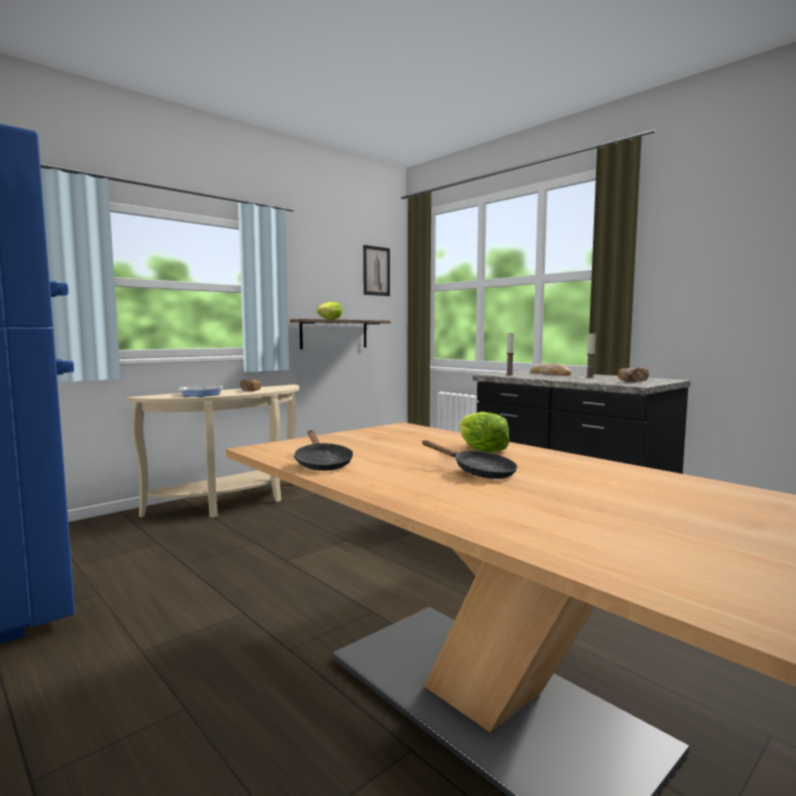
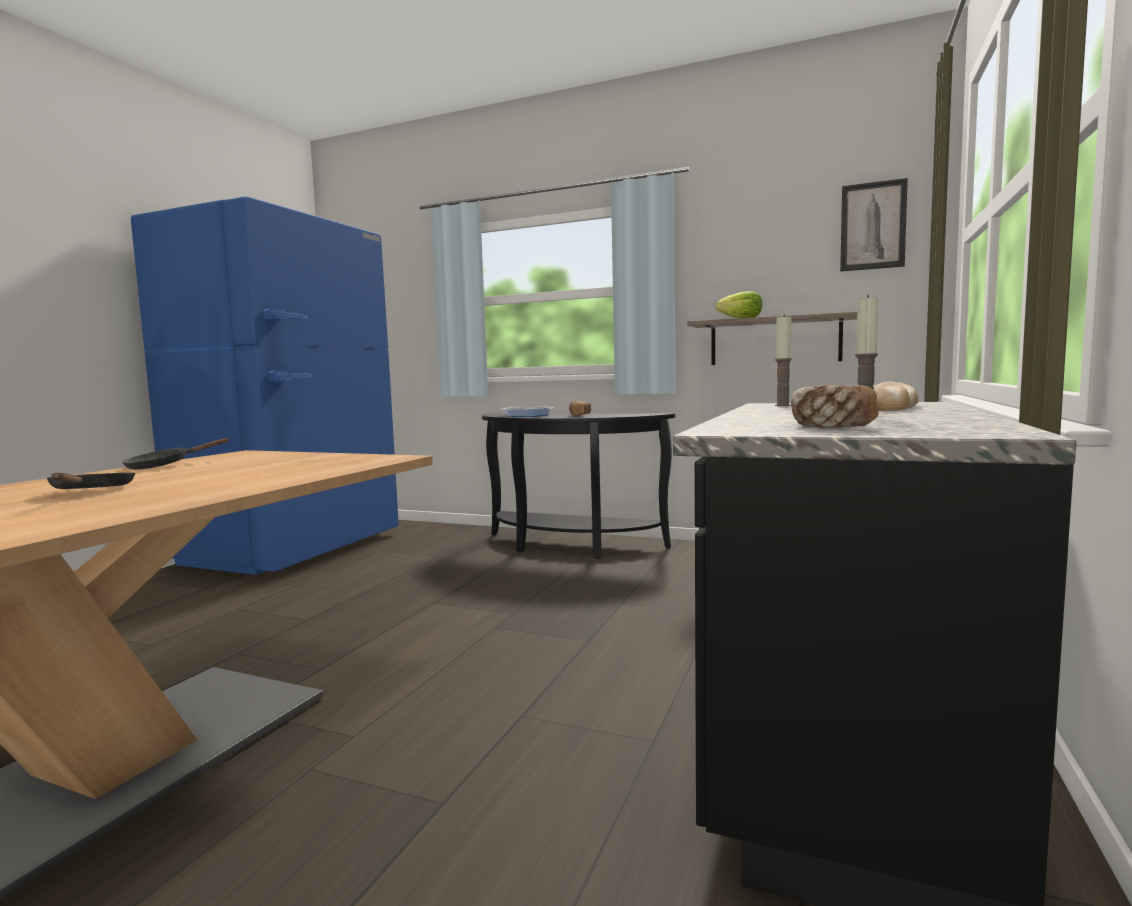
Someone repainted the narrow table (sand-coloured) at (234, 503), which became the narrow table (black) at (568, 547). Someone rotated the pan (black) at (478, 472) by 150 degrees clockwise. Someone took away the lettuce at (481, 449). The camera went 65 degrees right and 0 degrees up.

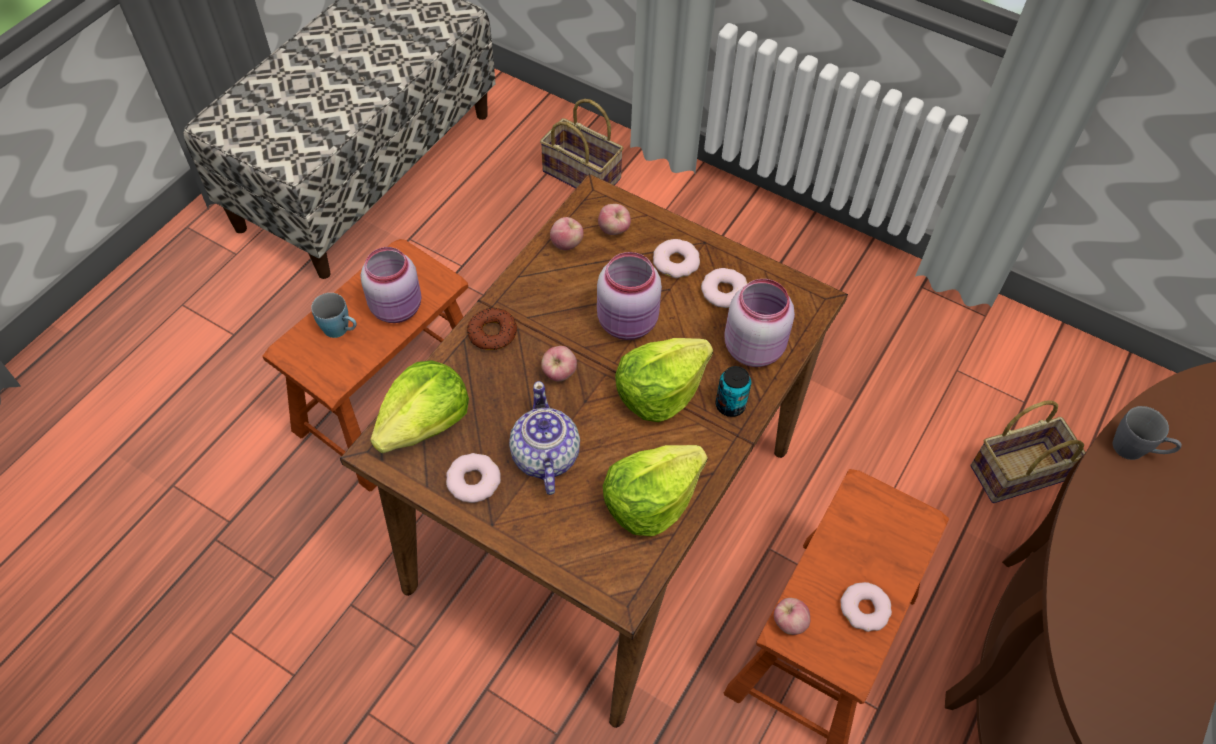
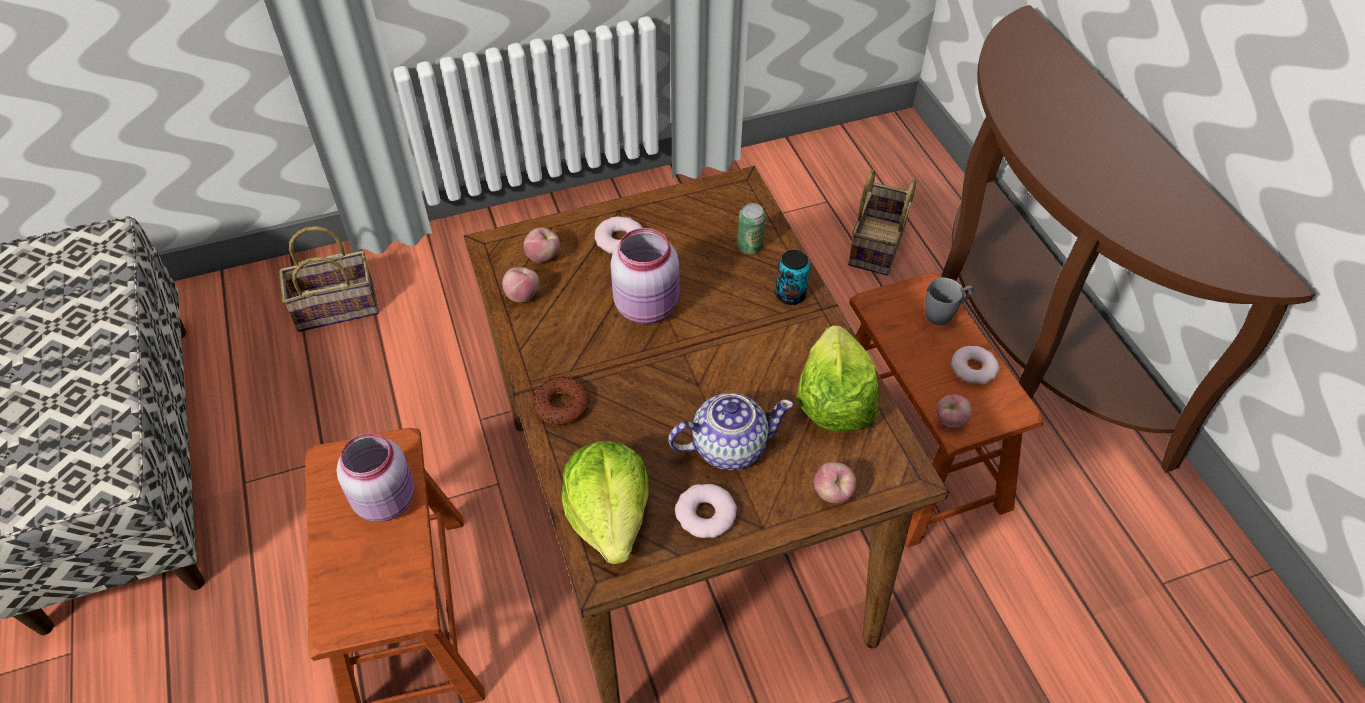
Someone took away the coffee mug (bluish) at (341, 330). Someone rotated the pot for tea at (544, 457) by 135 degrees clockwise. Someone carried the apple from (559, 373) to (832, 494). Someone took away the lettuce at (659, 391). Someone took away the doughnut at (724, 291). Someone swapped the storage jar (pink-coloured) at (754, 347) for the sealed can at (750, 246). Someone carried the coffee mug (greyish) from (1136, 450) to (944, 313). The camera went 50 degrees left and 5 degrees down.

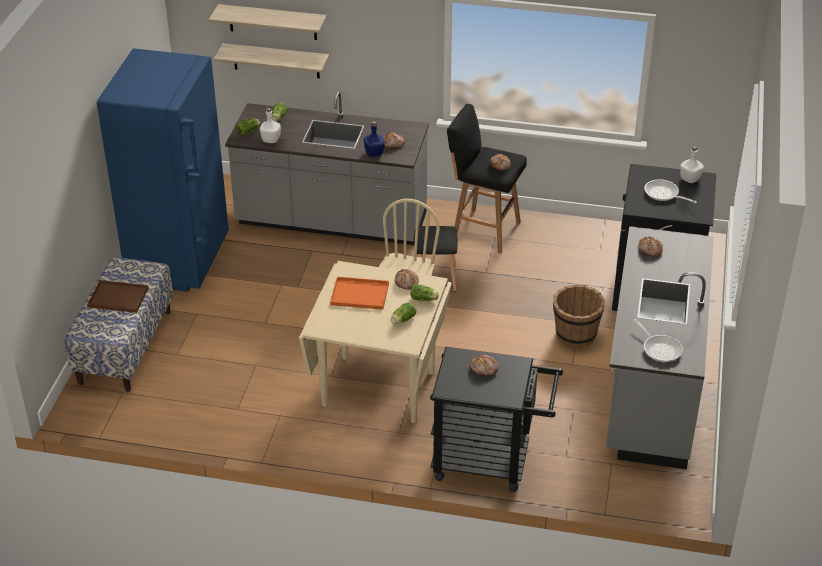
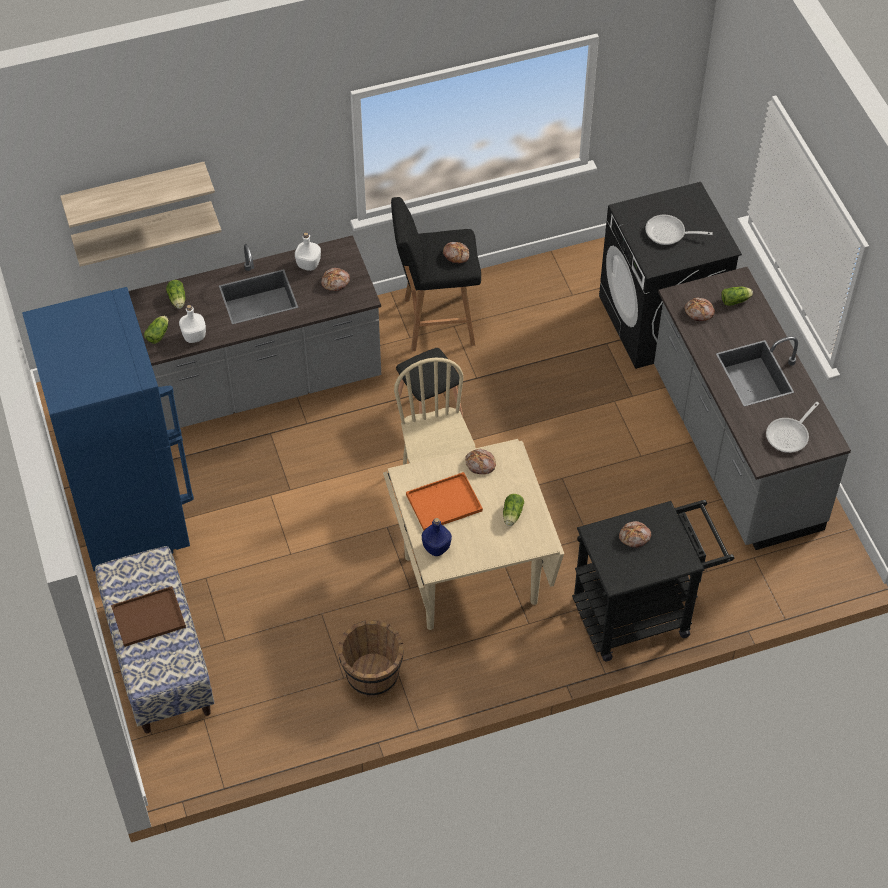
Someone carried the beverage bottle (bluish) from (374, 153) to (437, 548). Someone carried the lettuce from (424, 299) to (736, 300). Someone carried the water bucket (brownish) from (575, 335) to (372, 676). Someone rotated the pan at (660, 348) by 105 degrees clockwise. Someone carried the beverage bottle (whitish) from (690, 179) to (308, 264). The camera went 30 degrees left and 15 degrees up.

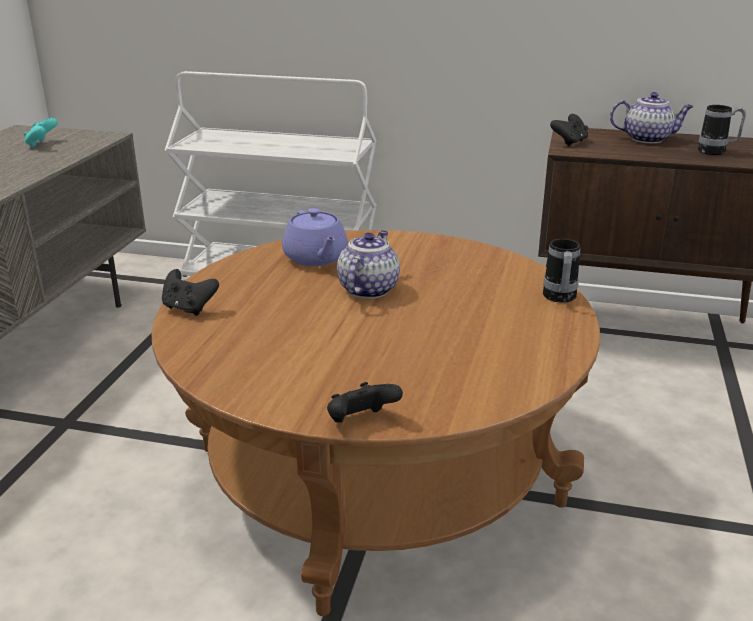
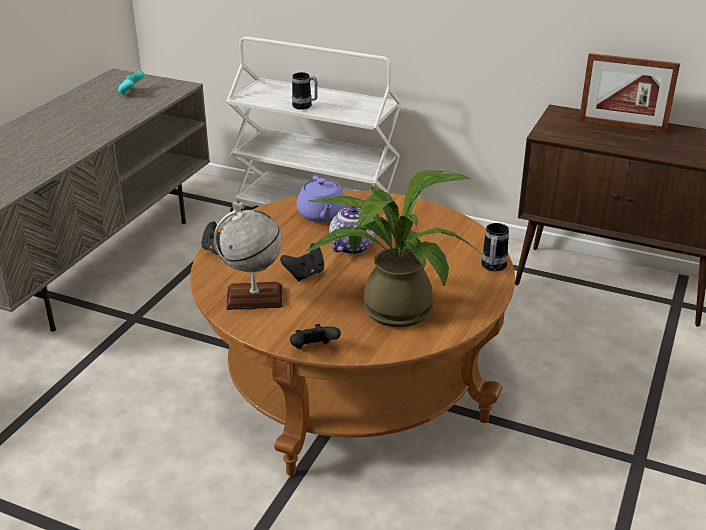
Someone carried the game controller (black) from (569, 142) to (305, 274). Someone swapped the pot for tea at (648, 139) for the photo frame at (622, 126). Someone carried the coffee mug from (717, 152) to (305, 107). Someone put down the desk globe at (254, 298). Someone put down the houseplant at (390, 306). The camera went 10 degrees right and 5 degrees up.

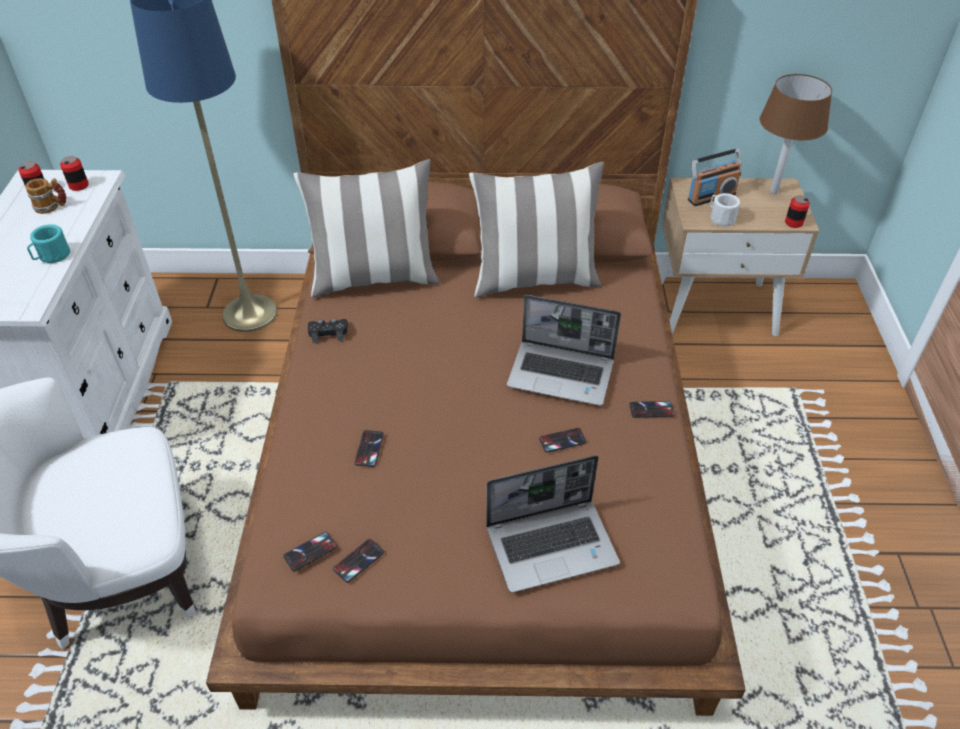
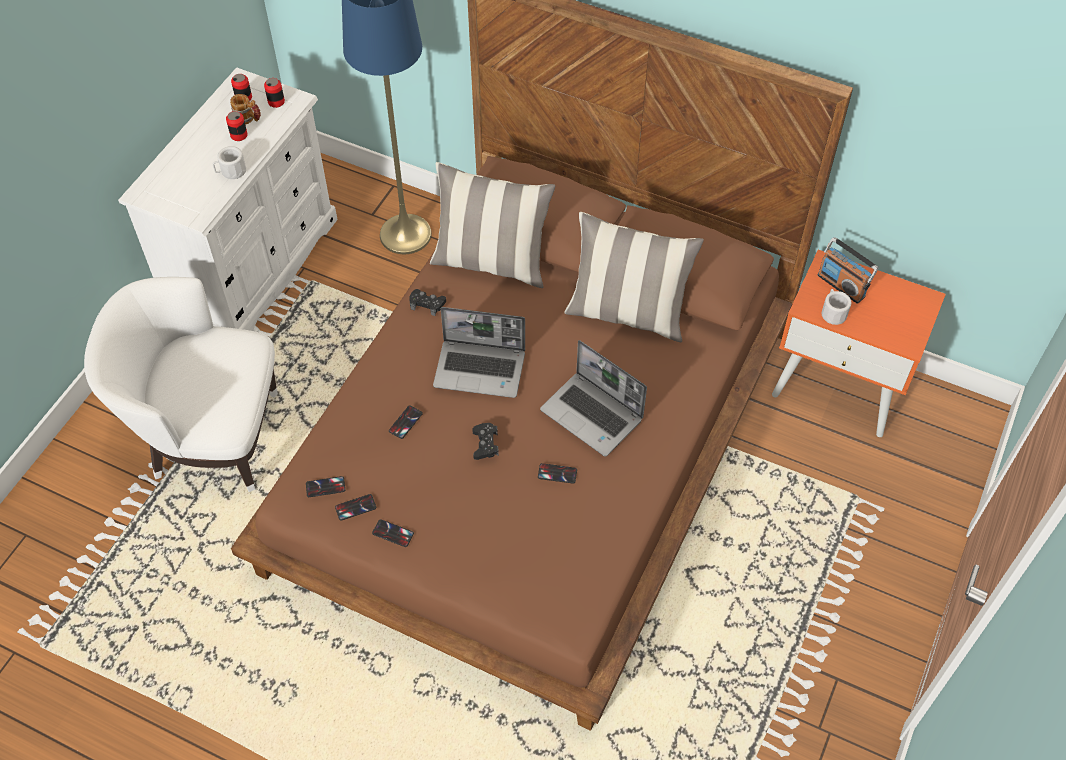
Someone repainted the coffee mug (blue-green) at (51, 256), which became the coffee mug (whitish) at (231, 171). Someone carried the portable computer from (552, 545) to (481, 369). Someone carried the telephone from (651, 410) to (393, 533). Someone repainted the night table (sand-coloured) at (716, 307), which became the night table (orange-coloured) at (840, 384). Someone rotated the radio at (711, 196) by 45 degrees clockwise. Someone took away the lamp for a table (brownish) at (773, 191). Someone carried the sealed can from (793, 223) to (239, 135). Someone put down the game controller (black) at (485, 444). The camera went 25 degrees right and 10 degrees up.

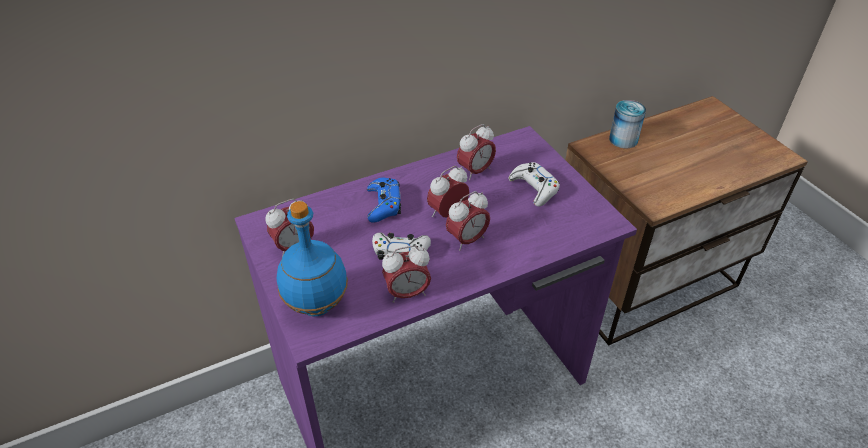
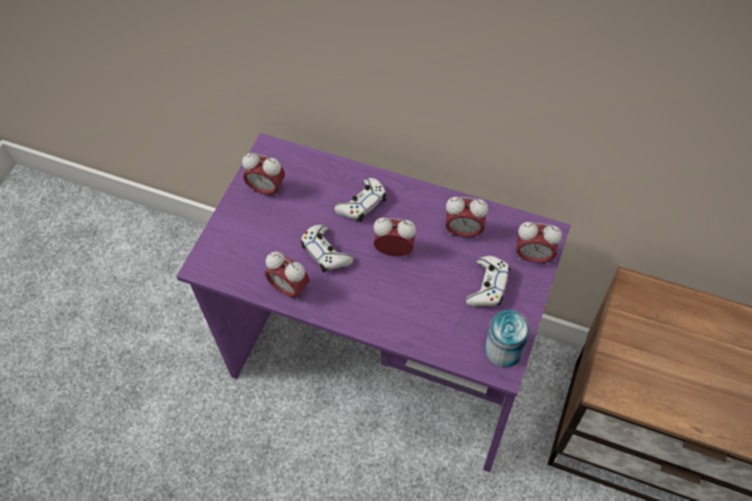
Someone took away the beverage bottle (bluish) at (317, 305). Someone repainted the game controller (bluish) at (384, 204), which became the game controller (whitish) at (362, 204). Someone carried the bedside clock from (467, 240) to (533, 256). Someone carried the sealed can from (623, 139) to (503, 349). The camera went 50 degrees right and 15 degrees up.

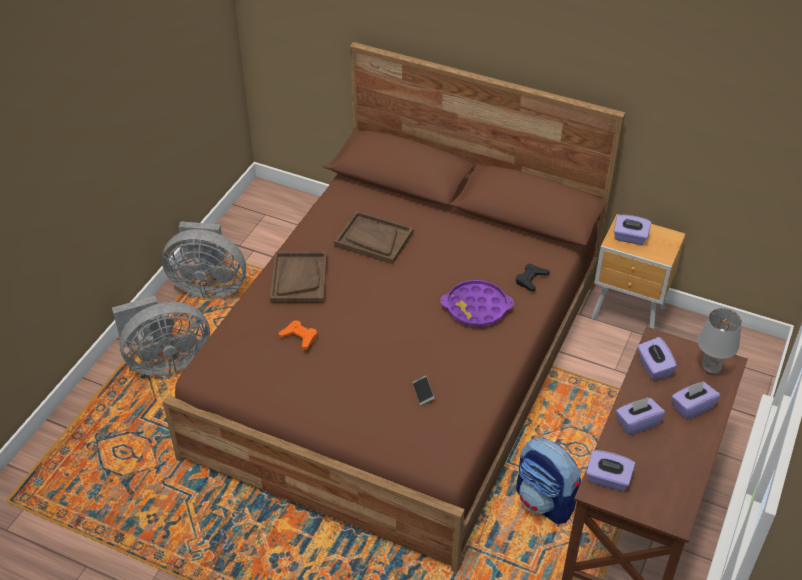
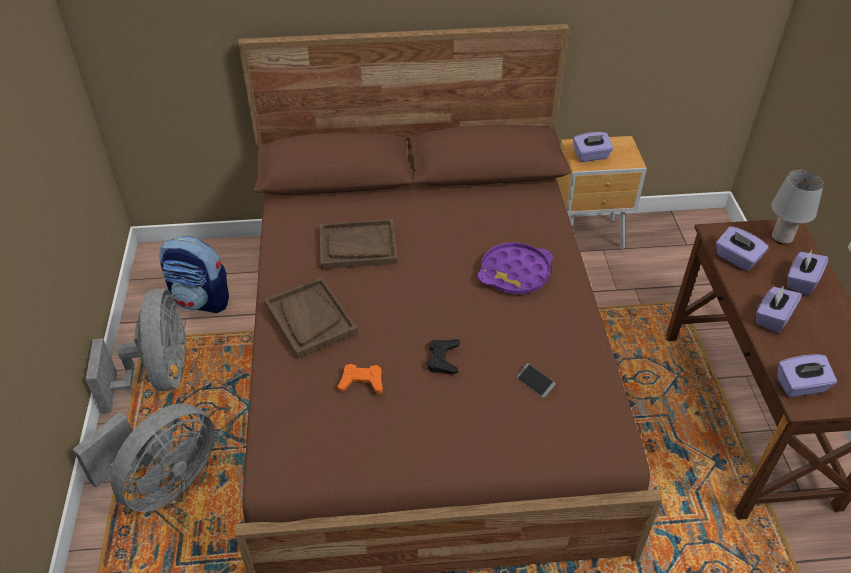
Someone rotated the electric fan (greyish) at (208, 286) by 75 degrees counterclockwise. Someone carried the game controller (black) from (531, 279) to (443, 359). Someone carried the backpack from (545, 501) to (201, 300). The camera went 30 degrees left and 0 degrees up.

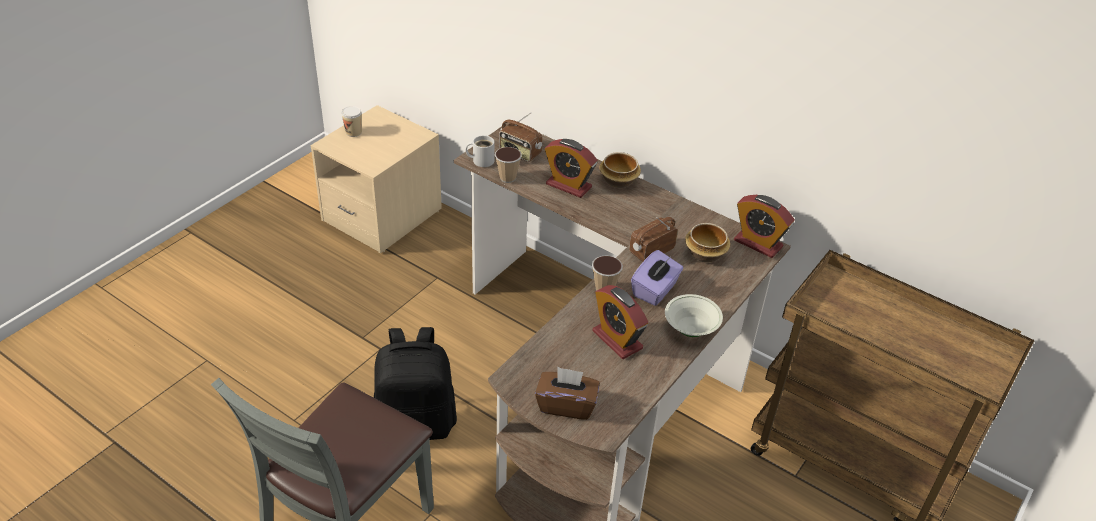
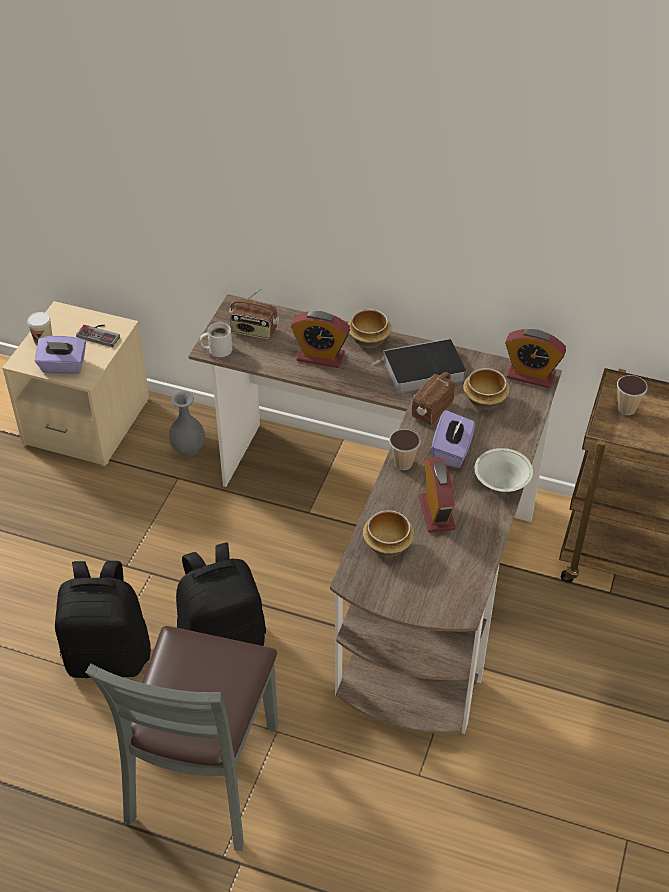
Someone carried the small cup from (507, 178) to (626, 409). Someone took away the box of tissues (brownish) at (566, 405). Someone rotated the bedside clock at (617, 340) by 135 degrees counterclockwise. Someone put down the box of tissues (purple-coloured) at (63, 366). Someone put down the backpack (black) at (109, 655). Someone put down the game controller at (100, 334). Someone put down the decorative vase (greyish) at (188, 448). Someone put down the serving bowl at (388, 544). Someone put down the volume at (421, 371). The camera went 15 degrees left and 5 degrees up.

